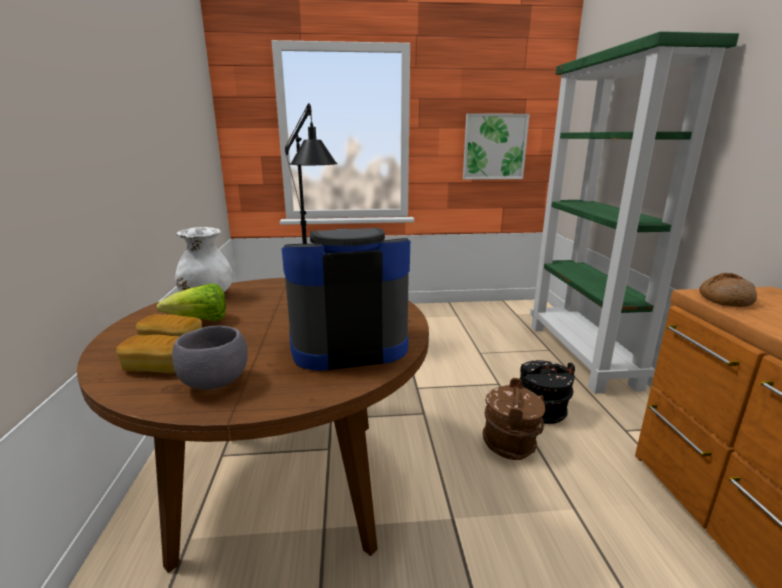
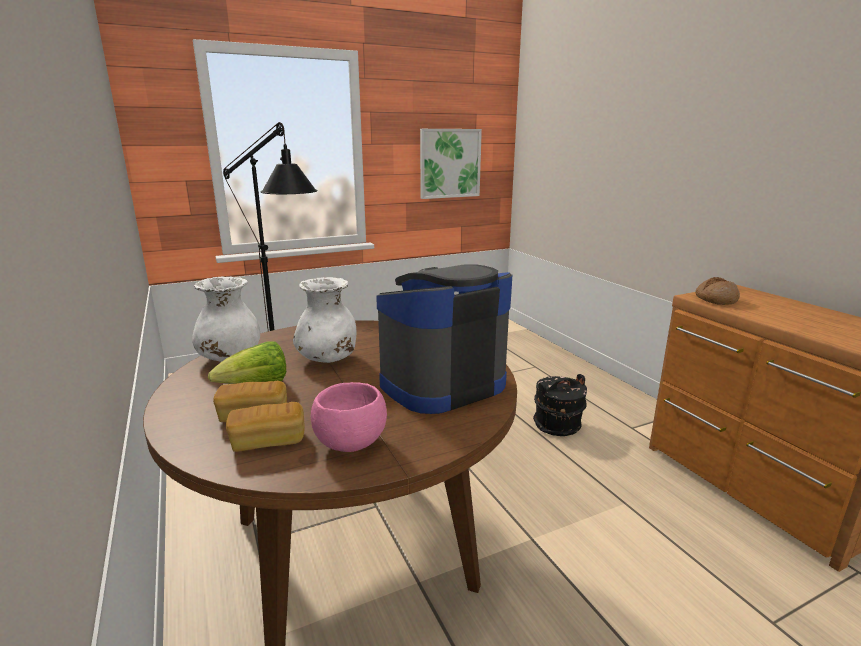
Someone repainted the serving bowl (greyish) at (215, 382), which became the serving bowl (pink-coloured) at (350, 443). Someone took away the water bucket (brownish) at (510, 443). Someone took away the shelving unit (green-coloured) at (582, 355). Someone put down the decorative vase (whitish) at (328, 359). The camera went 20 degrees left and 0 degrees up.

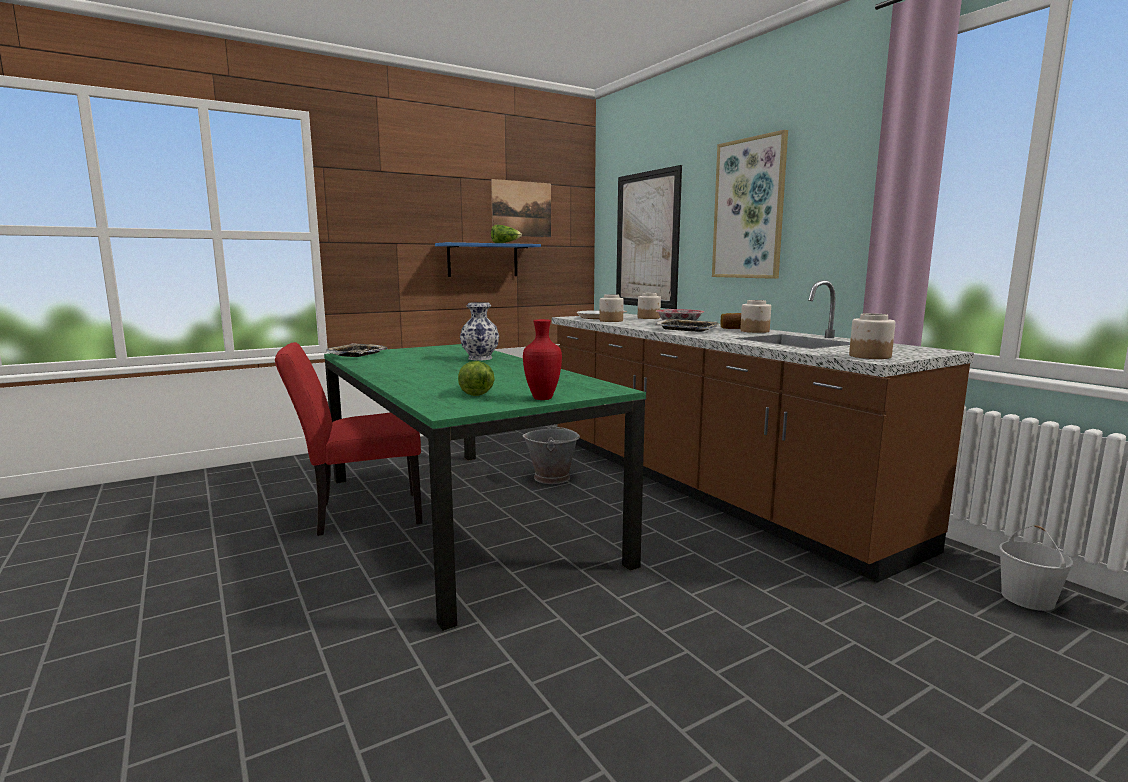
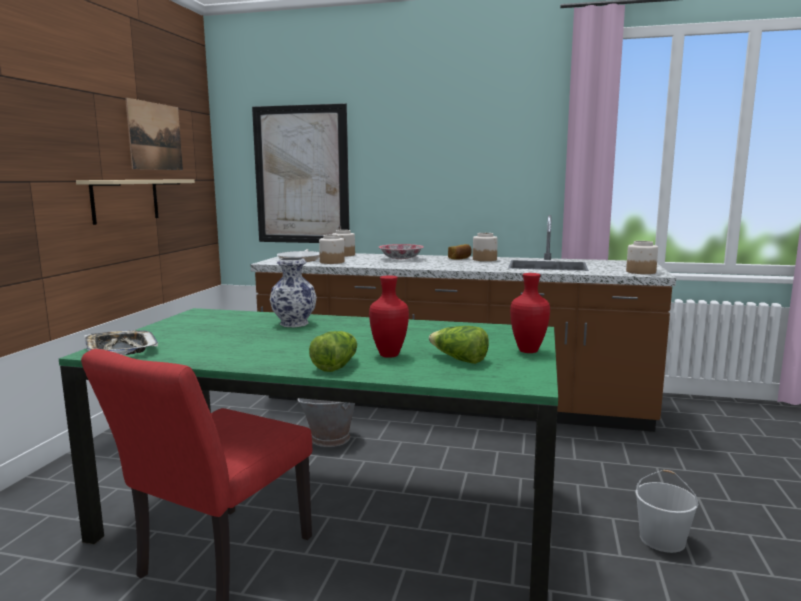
Someone repainted the shelf (bluish) at (483, 260), which became the shelf (sand-coloured) at (125, 200). Someone carried the lettuce from (505, 243) to (336, 365). Someone took away the carrying tray at (686, 329). Someone took away the picture at (749, 209). Someone carried the water bucket (whitish) from (1028, 599) to (663, 539). Someone put down the decorative vase (red-coloured) at (388, 355). The camera went 45 degrees left and 0 degrees up.

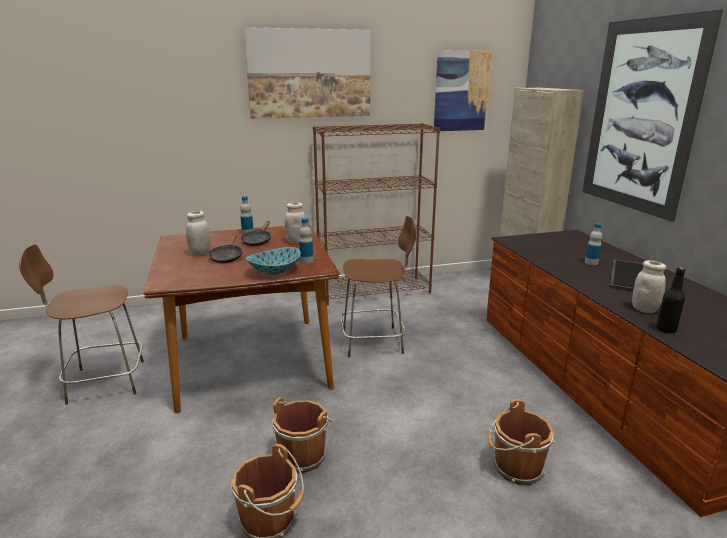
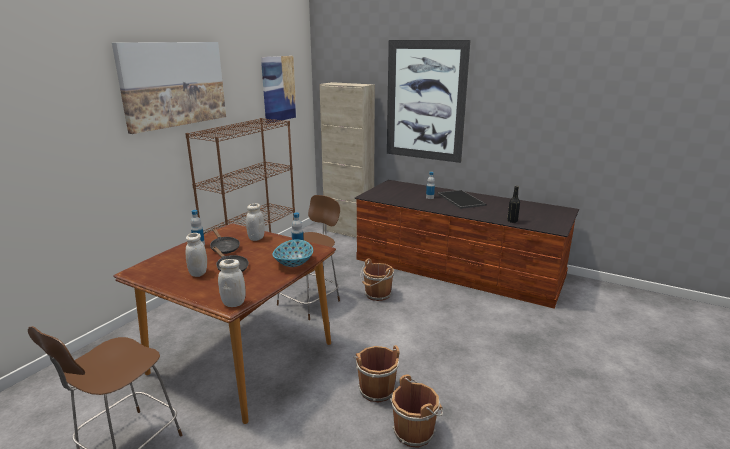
Someone carried the water bucket (brownish) from (515, 468) to (377, 295). Someone carried the storage jar (whitish) from (644, 309) to (234, 303). The camera went 45 degrees left and 0 degrees up.

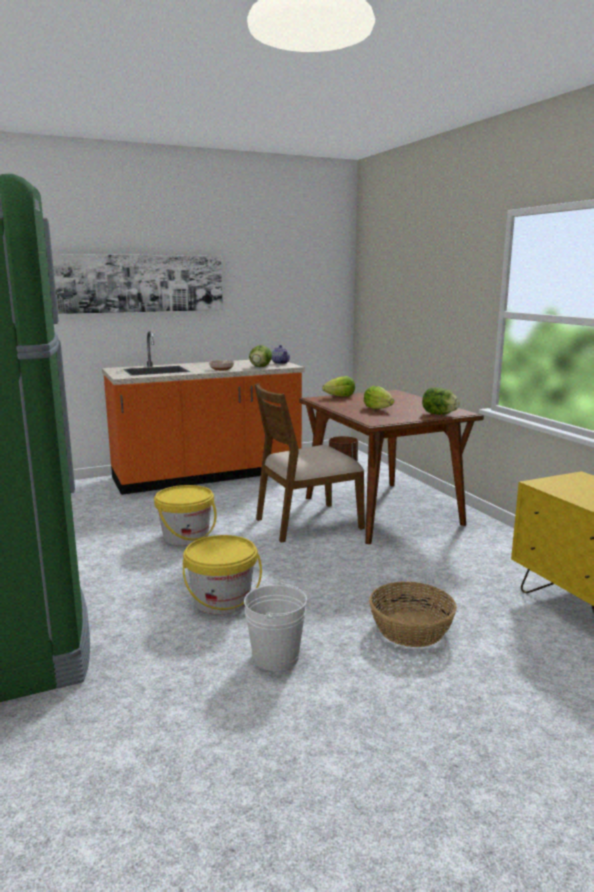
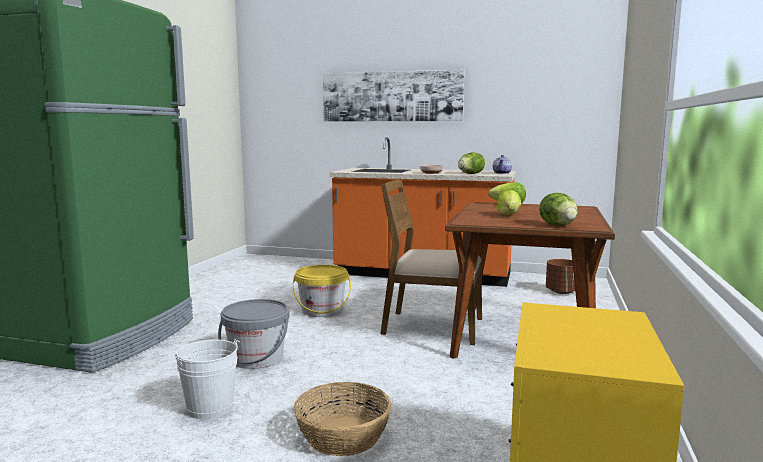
Someone repainted the water bucket (yellowish) at (222, 600), which became the water bucket (greyish) at (257, 358). The camera went 40 degrees right and 5 degrees down.

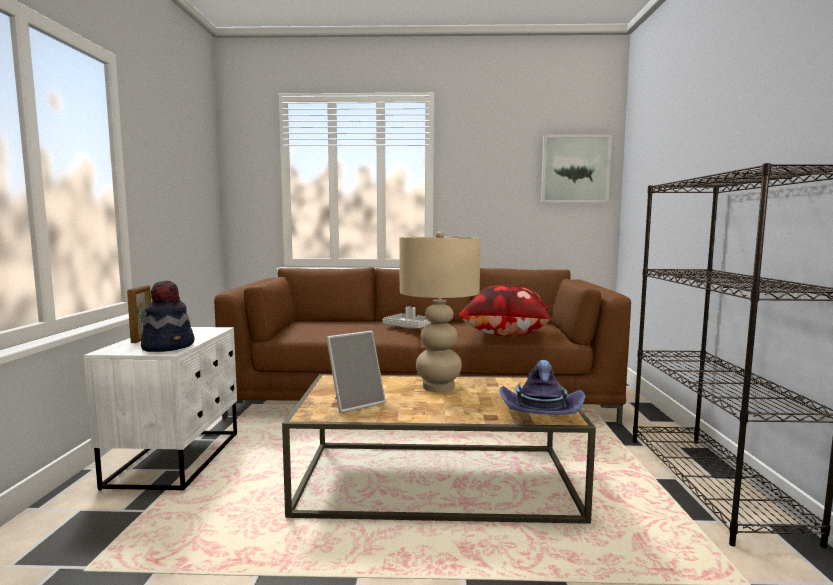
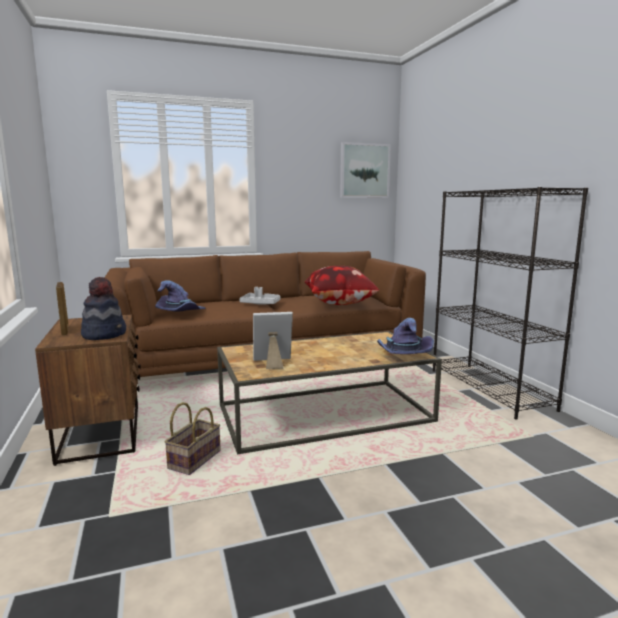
Someone repainted the night table (whitish) at (177, 459), which became the night table (brownish) at (102, 432). Someone rotated the photo frame at (355, 403) by 135 degrees counterclockwise. Someone took away the lamp for a table (sand-coloured) at (437, 386). Someone put down the wearable hat (purple-coloured) at (180, 313). Someone put down the storage basket at (194, 459). The camera went 20 degrees left and 5 degrees up.

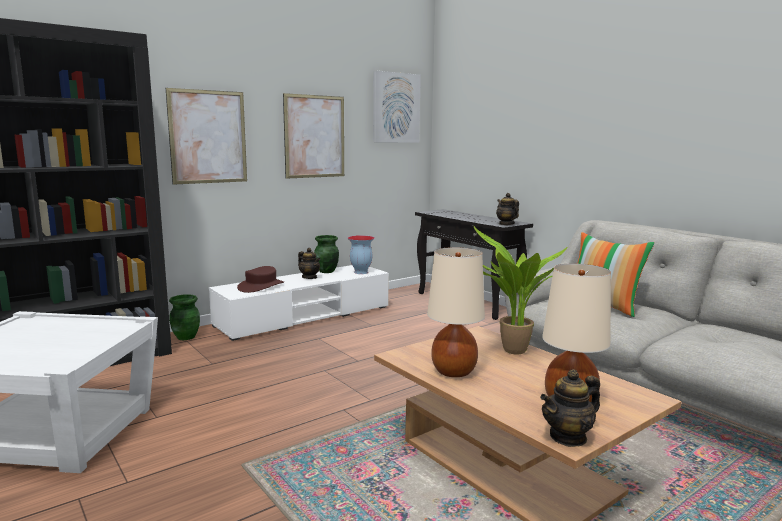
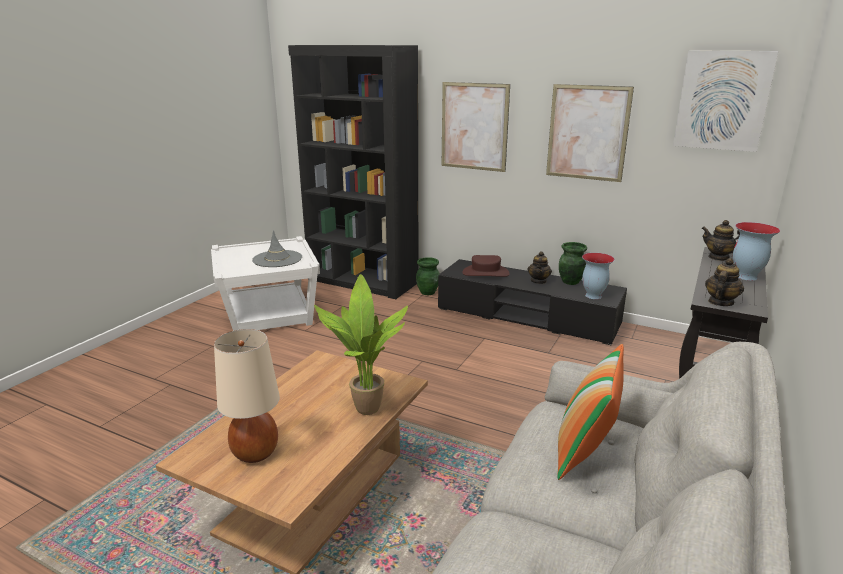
Someone repainted the tv unit (whitish) at (304, 316), which became the tv unit (black) at (527, 316). Someone took away the lamp for a table (sand-coloured) at (454, 371). Someone carried the pot for tea from (568, 437) to (718, 257). Someone put down the wearable hat (greyish) at (277, 259). Someone put down the decorative vase at (746, 277). The camera went 65 degrees right and 10 degrees up.

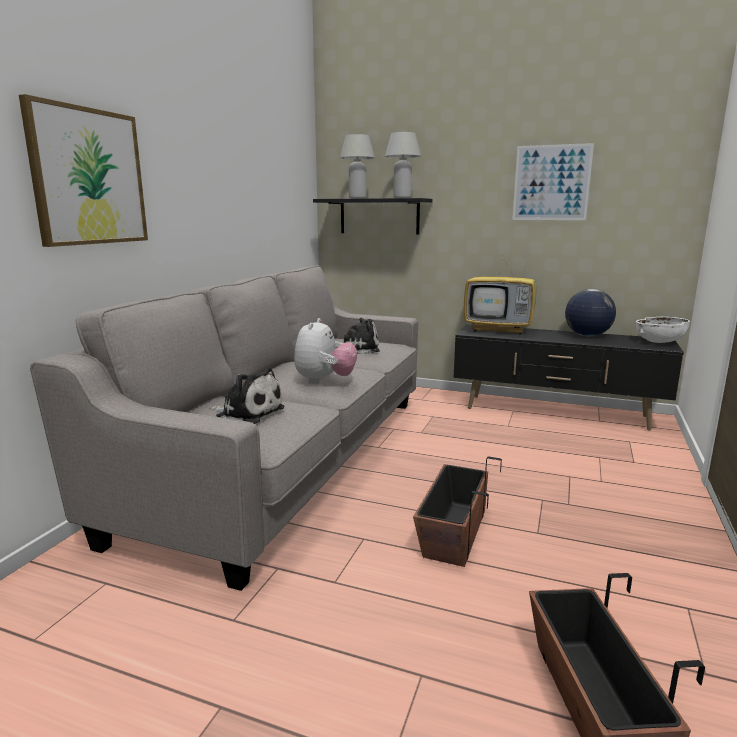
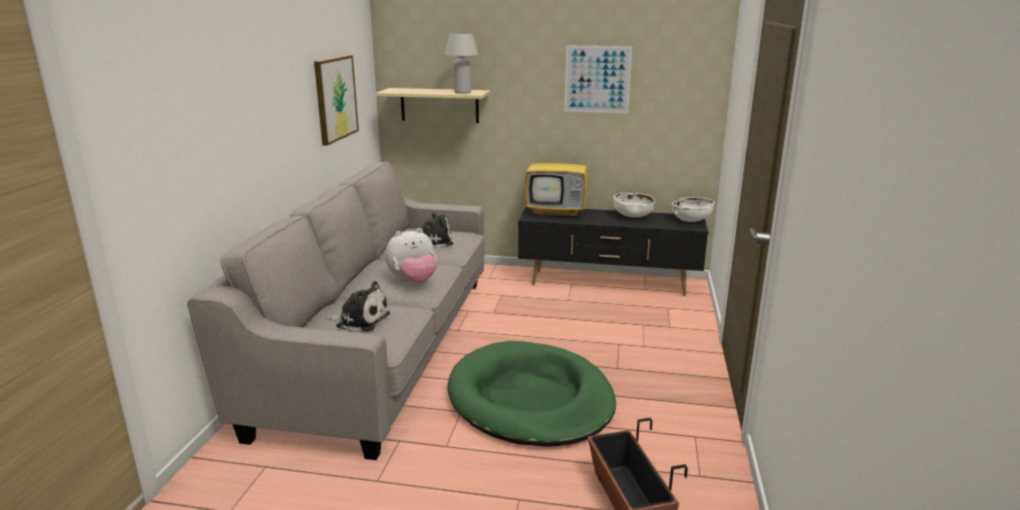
Someone carried the picture from (88, 177) to (335, 98). Someone rotated the soft toy at (324, 381) by 60 degrees clockwise. Someone repainted the shelf (black) at (379, 216), which became the shelf (sand-coloured) at (439, 105). Someone took away the lamp for a table (whitish) at (357, 198). Someone swapped the plant pot at (453, 532) for the dog cushion (green-coloured) at (530, 399). Someone swapped the desk globe at (587, 335) for the serving bowl (whitish) at (632, 215). The camera went 10 degrees left and 5 degrees up.

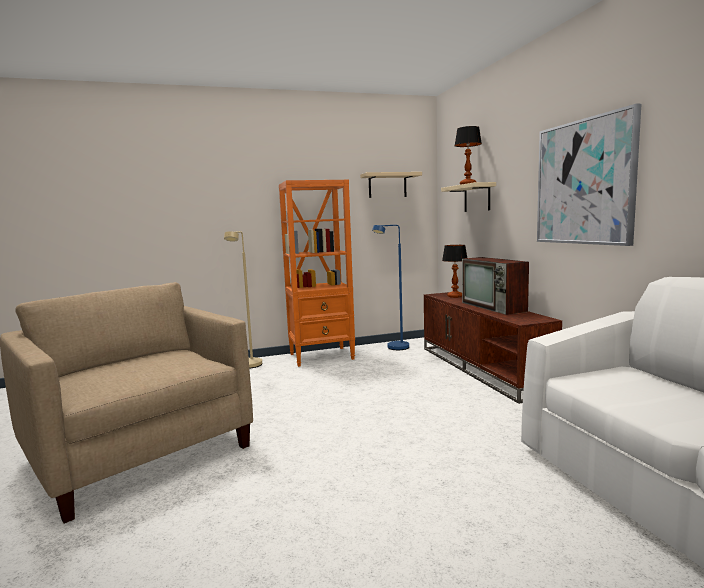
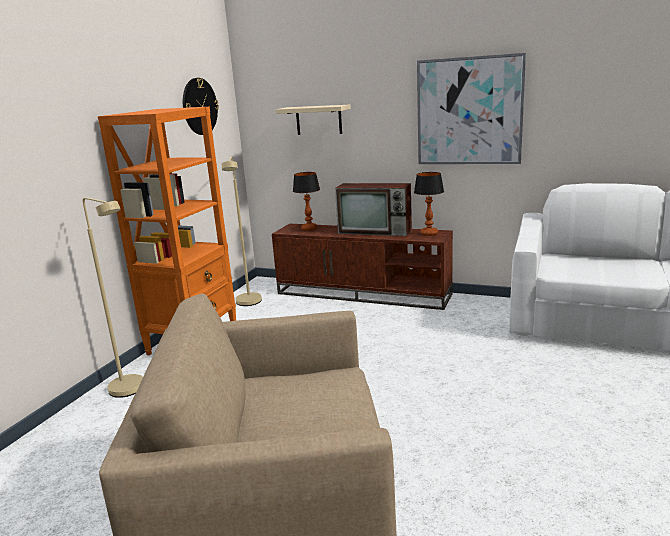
Someone swapped the shelf (sand-coloured) at (387, 185) for the clock on the wall at (199, 106). Someone repainted the standing lamp (bluish) at (394, 348), which became the standing lamp (sand-coloured) at (248, 304). Someone carried the lamp for a table from (467, 184) to (429, 233). The camera went 50 degrees left and 10 degrees up.

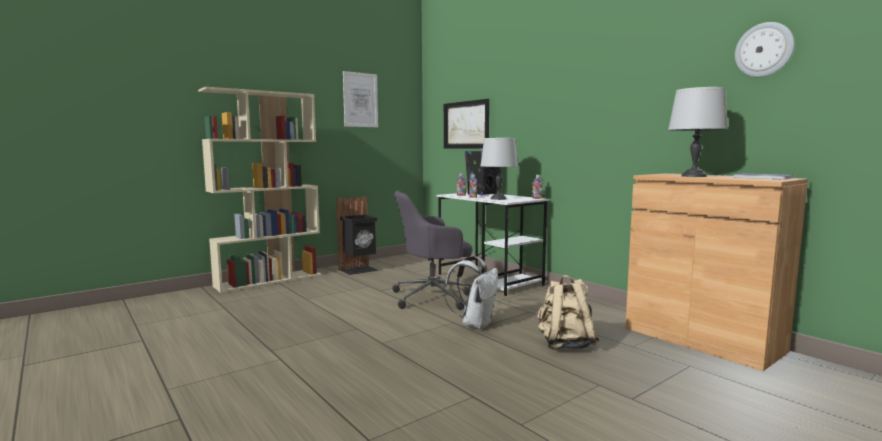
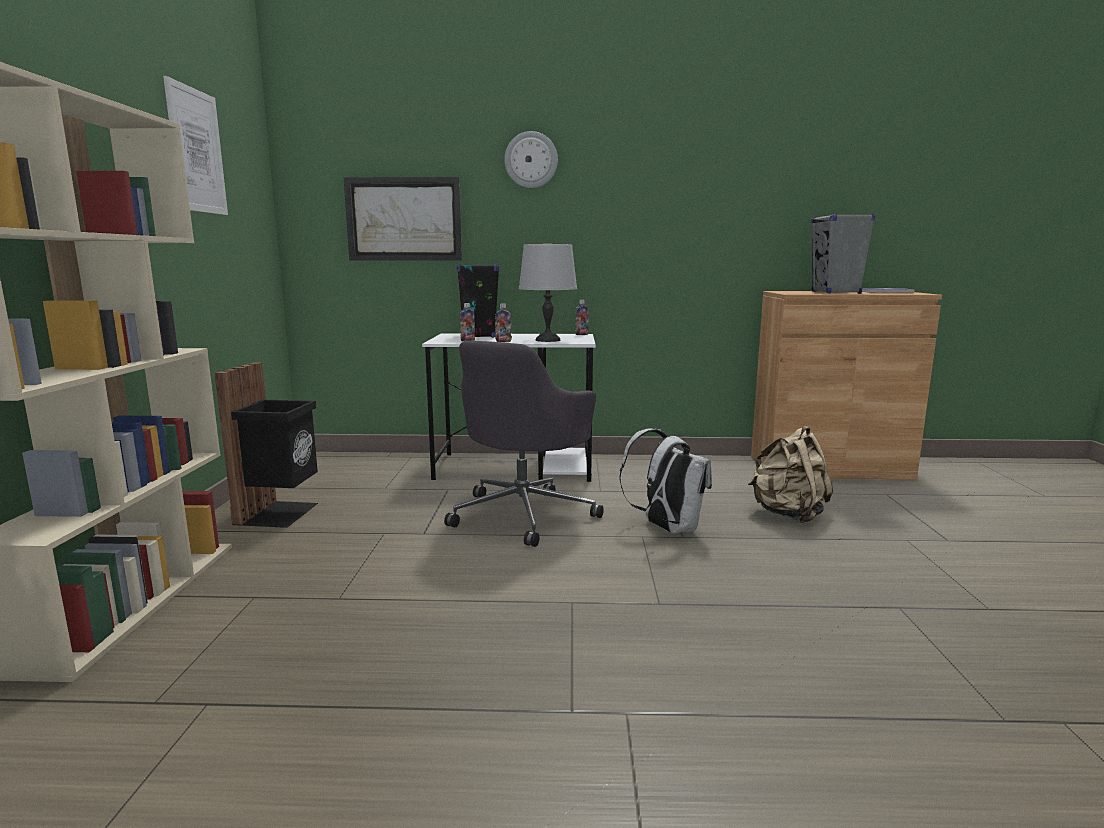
Someone swapped the lamp for a table (greyish) at (694, 176) for the audio speaker (greyish) at (835, 292). Someone carried the clock on the wall from (764, 50) to (531, 160). The camera went 50 degrees left and 5 degrees up.

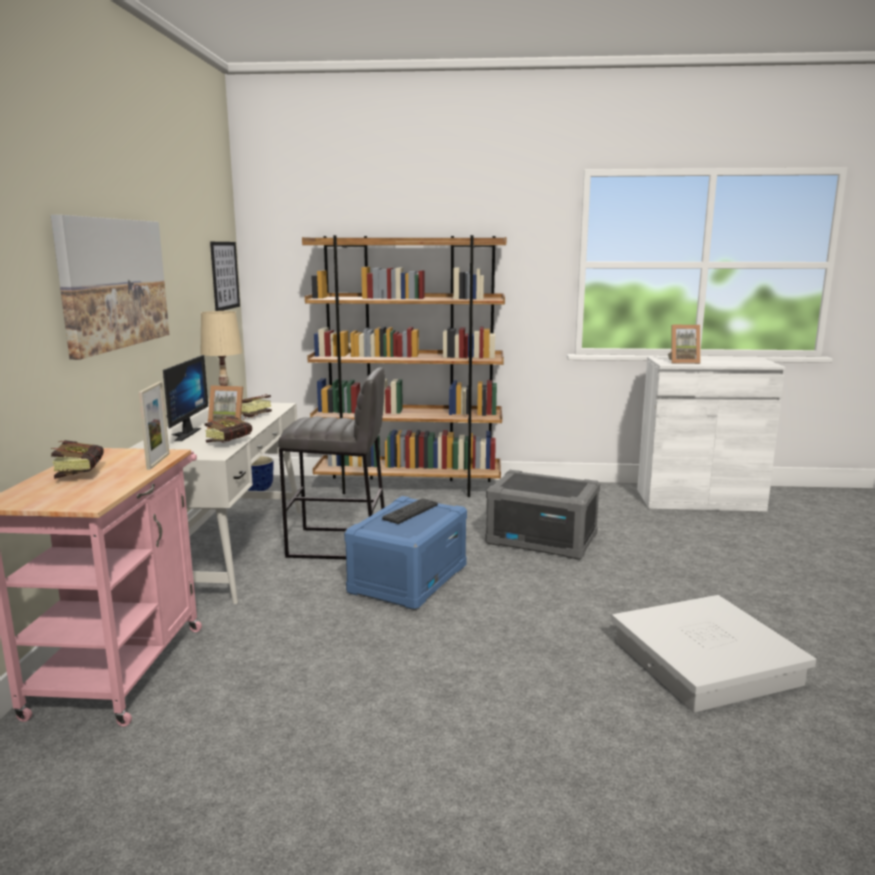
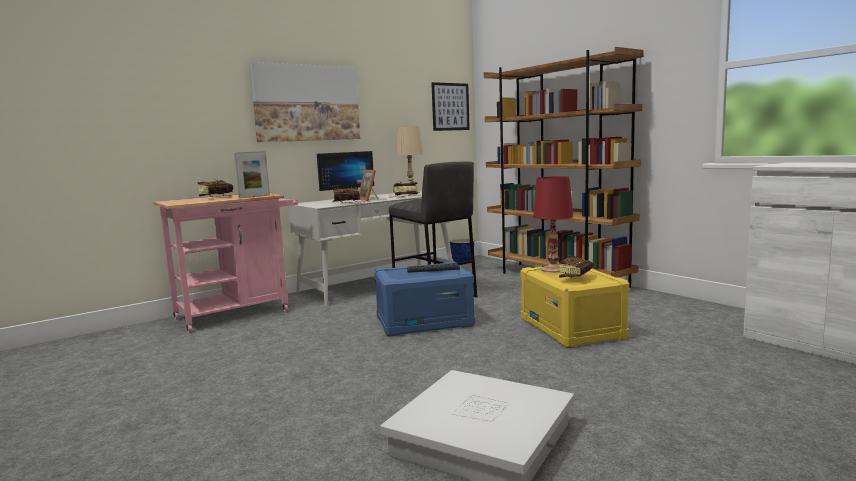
Someone repainted the storage box (greyish) at (542, 539), which became the storage box (yellowish) at (572, 328). Someone took away the photo frame at (683, 362). Someone put down the lamp for a table (red-coloured) at (553, 269). Someone put down the volume at (577, 277). The camera went 50 degrees right and 5 degrees down.

